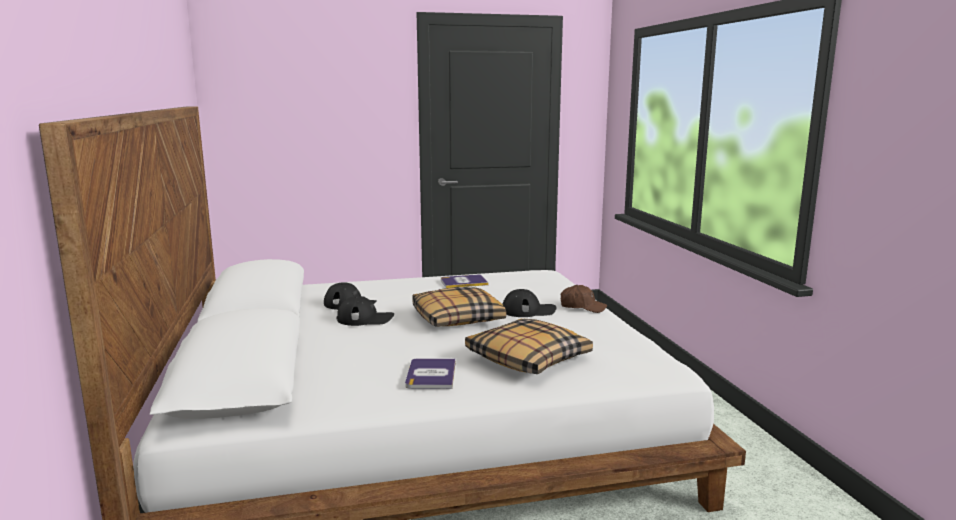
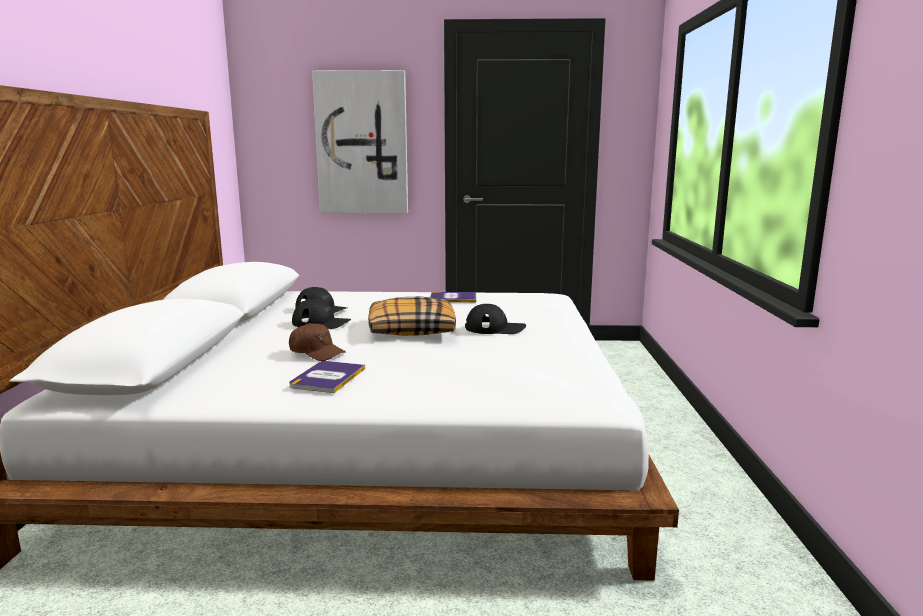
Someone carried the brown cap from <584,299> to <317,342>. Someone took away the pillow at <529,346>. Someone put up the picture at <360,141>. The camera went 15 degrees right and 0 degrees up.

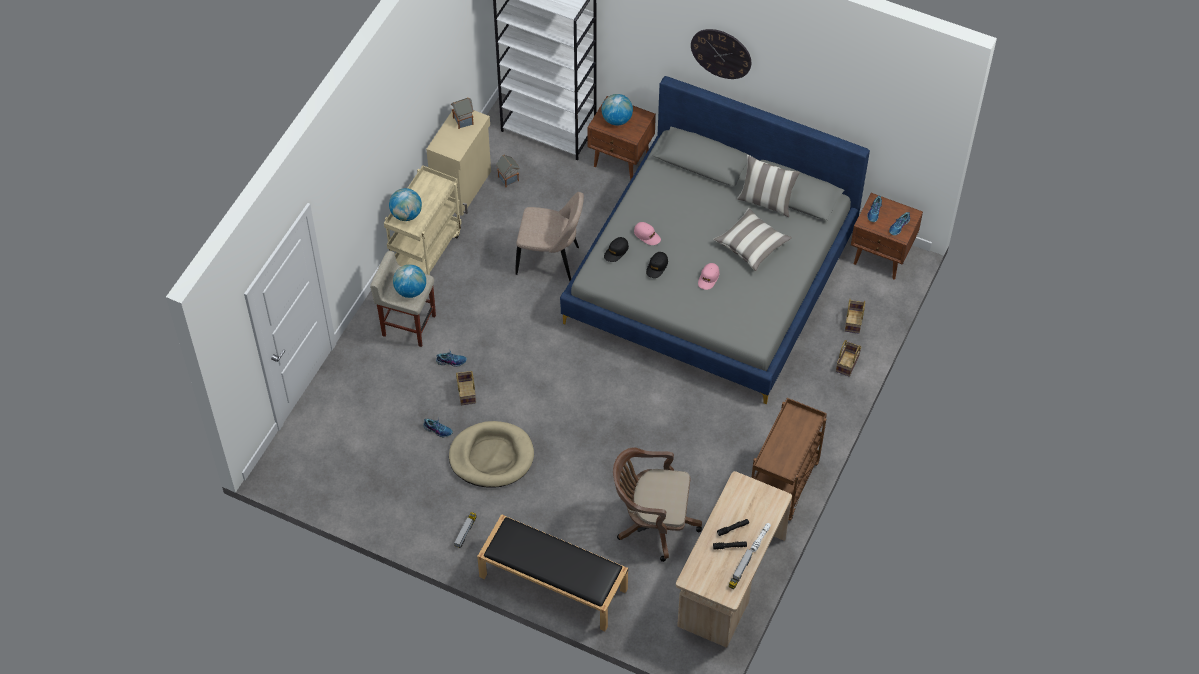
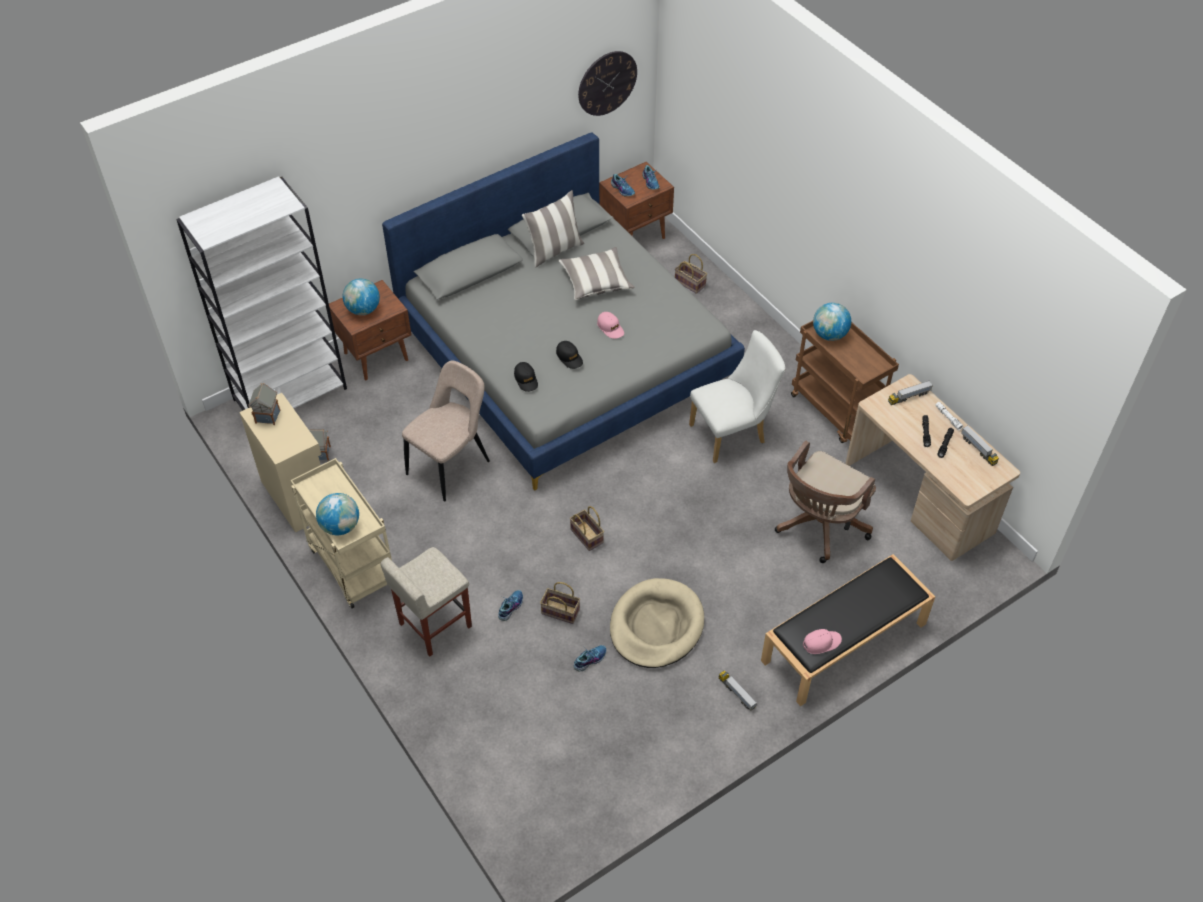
Someone carried the wall clock from <721,54> to <607,83>. Someone carried the pink cap from <647,233> to <822,641>. Someone carried the globe from <409,281> to <832,322>. Someone carried the basket from <848,358> to <587,528>. Someone put down the white chair at <737,396>. Someone put down the toy truck at <910,393>. The camera went 60 degrees left and 5 degrees down.

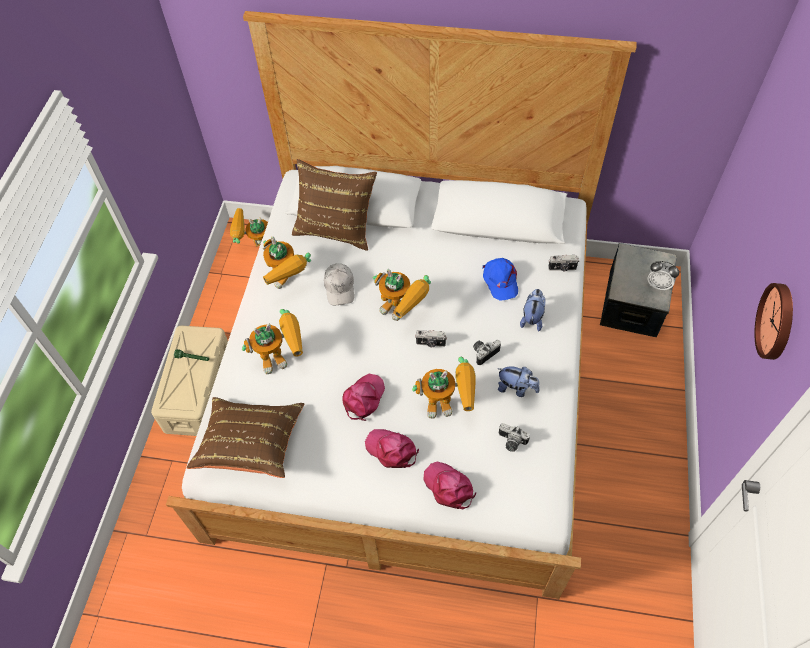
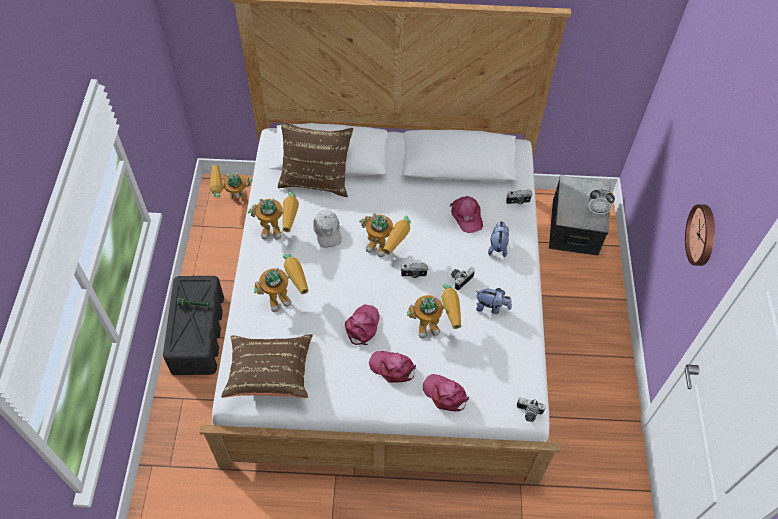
Someone rotated the toy robot at <287,262> by 45 degrees counterclockwise. Someone repainted the blue cap at <500,279>, which became the pink cap at <466,214>. Someone repainted the beige storage box at <189,381>, which became the black storage box at <193,325>. Someone carried the photo camera from <514,437> to <531,409>. The camera went 10 degrees left and 0 degrees up.

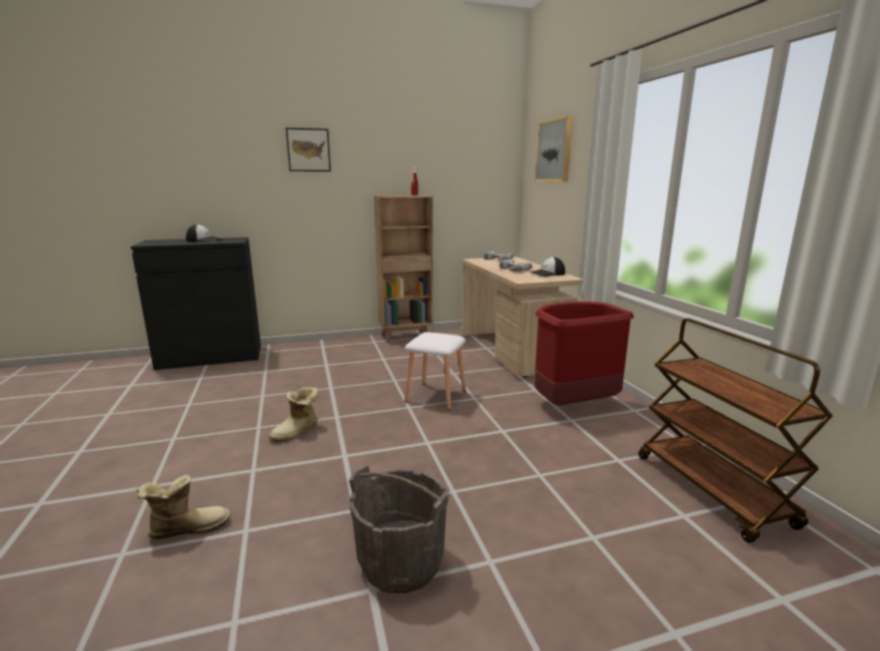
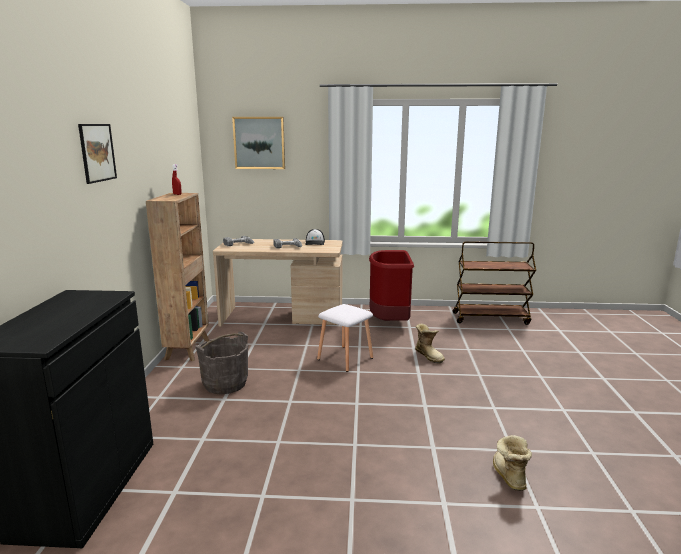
Someone took away the cap at <204,233>. Someone carried the boot from <294,414> to <430,343>. Someone carried the grey bucket from <399,529> to <221,363>. The camera went 70 degrees left and 0 degrees up.

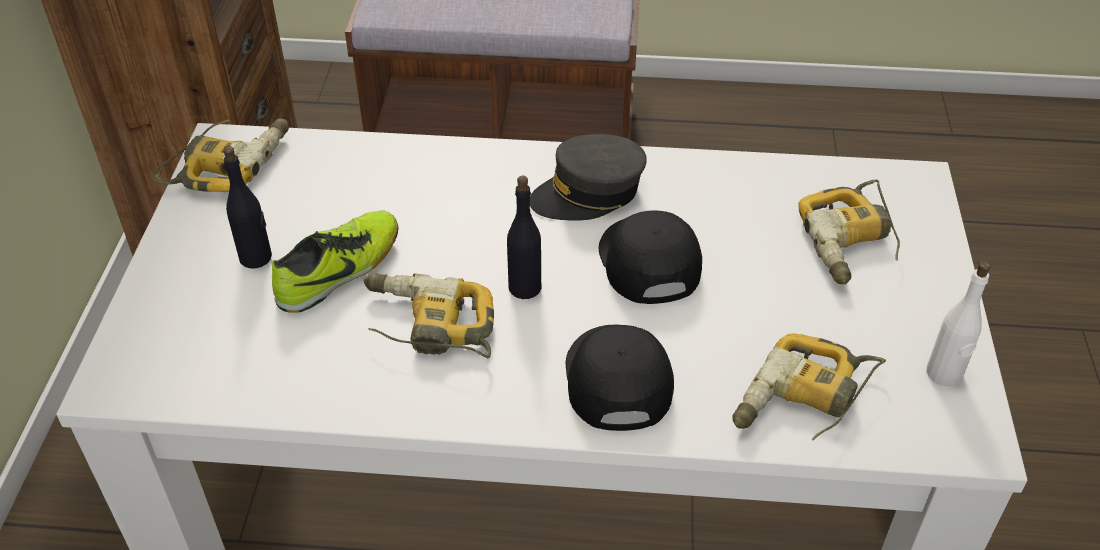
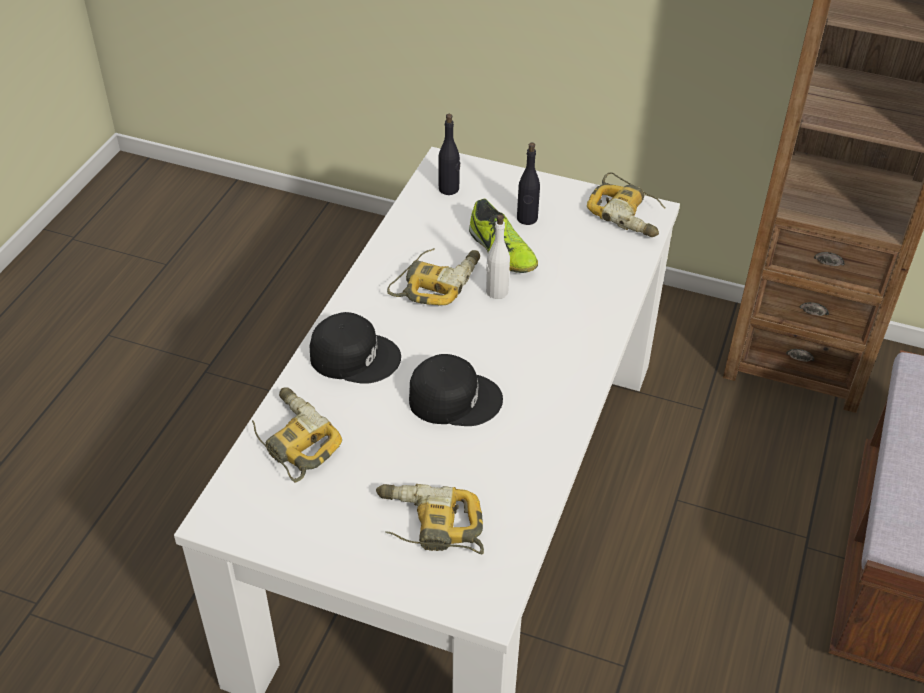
Someone took away the grey cap at <588,177>. Someone carried the black bottle from <524,237> to <449,154>. Someone carried the white bottle from <958,323> to <498,256>. The camera went 105 degrees right and 0 degrees up.

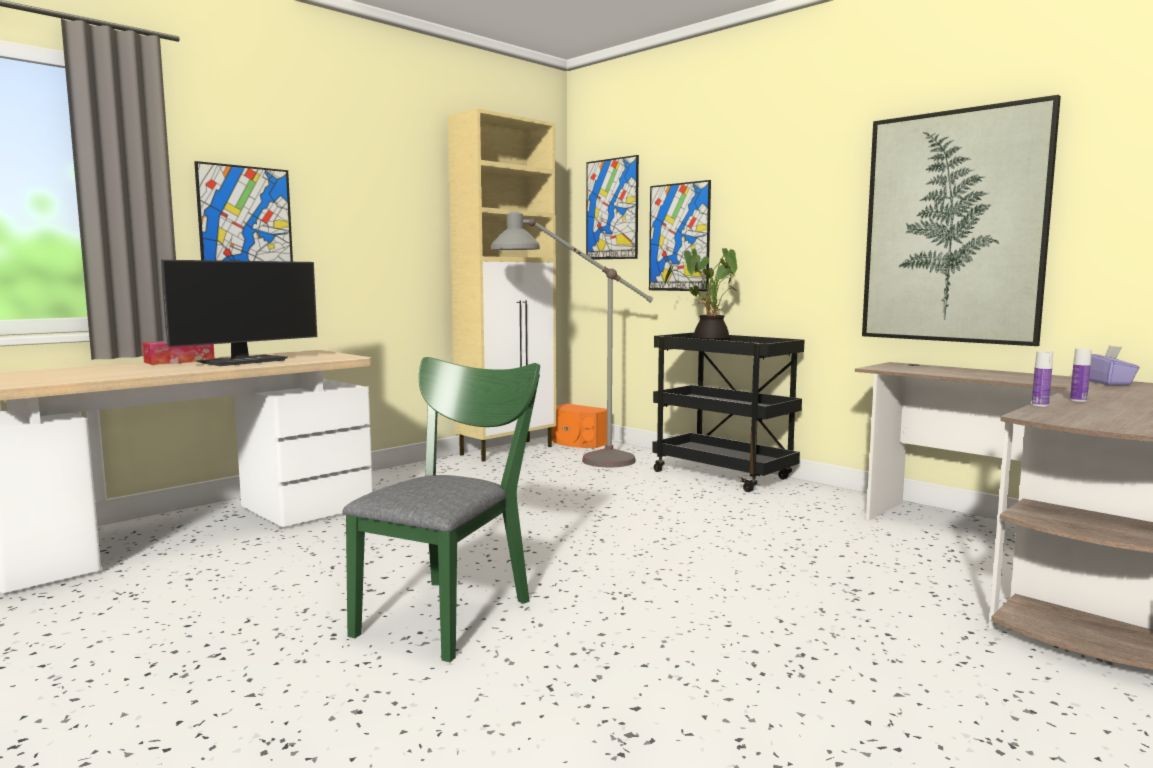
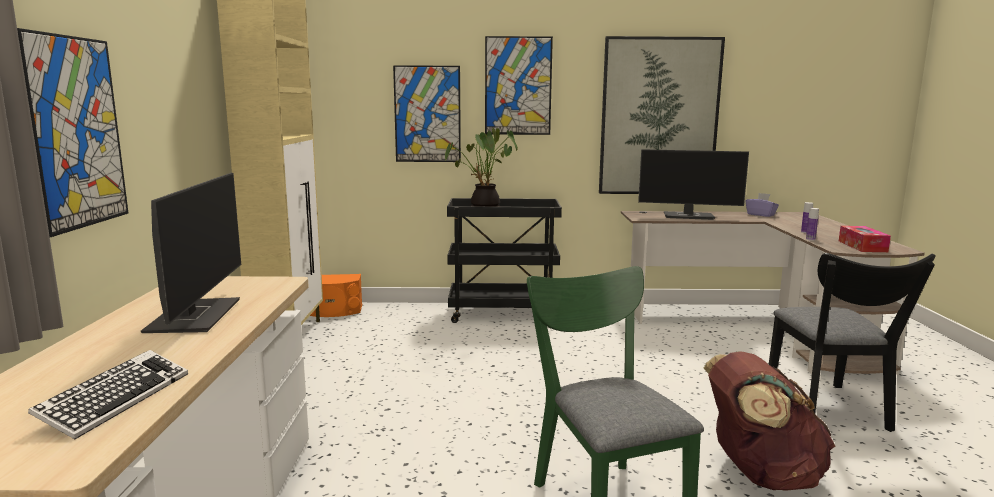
Someone carried the picture from <612,207> to <519,85>. Someone took away the grey floor lamp at <572,339>. Someone carried the tissue box from <178,353> to <865,239>. Someone put down the monitor at <693,184>. Someone put down the black chair at <852,342>. Someone put down the keyboard at <108,394>. Someone put down the brown backpack at <769,421>. The camera went 45 degrees left and 5 degrees up.

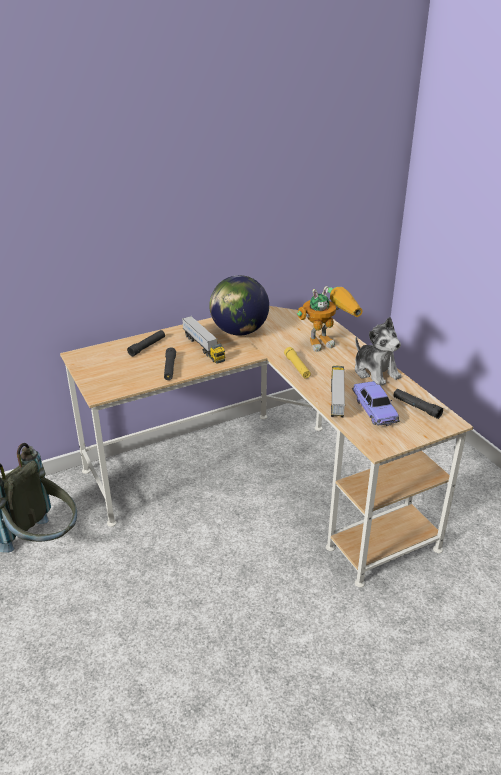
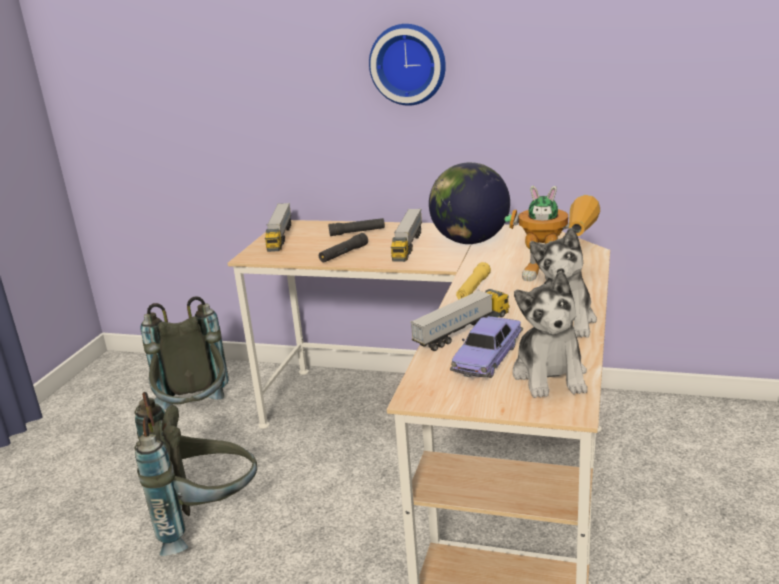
Someone swapped the black flashlight at <418,404> for the plush toy at <550,334>. Someone put up the wall clock at <407,65>. Someone put down the toy truck at <278,227>. Someone put down the grey backpack at <195,474>. The camera went 45 degrees right and 10 degrees down.

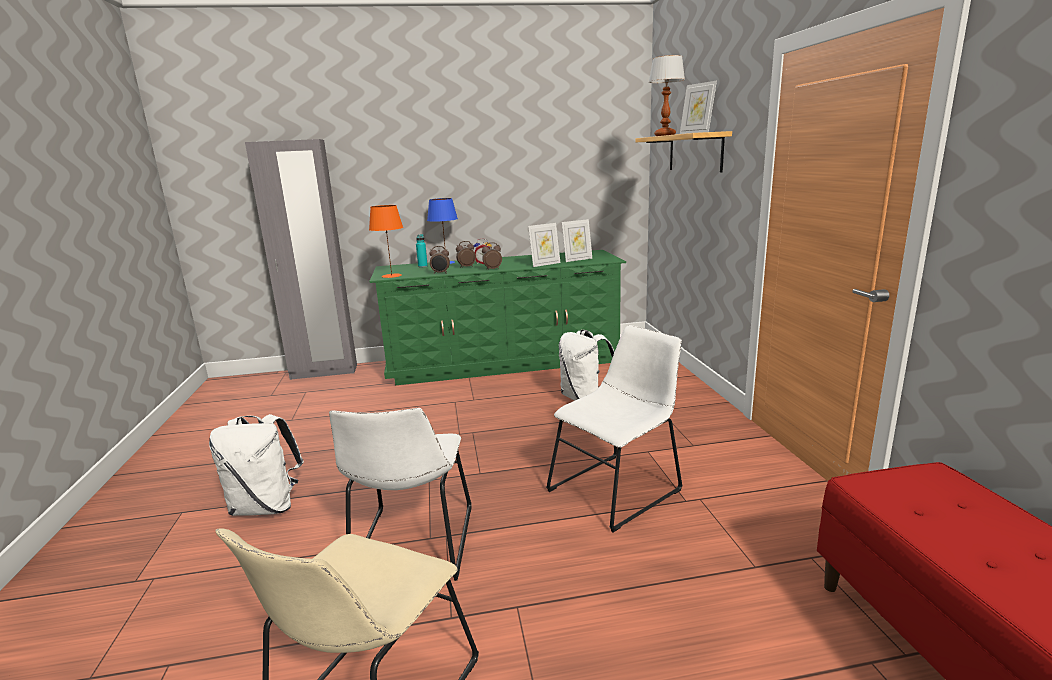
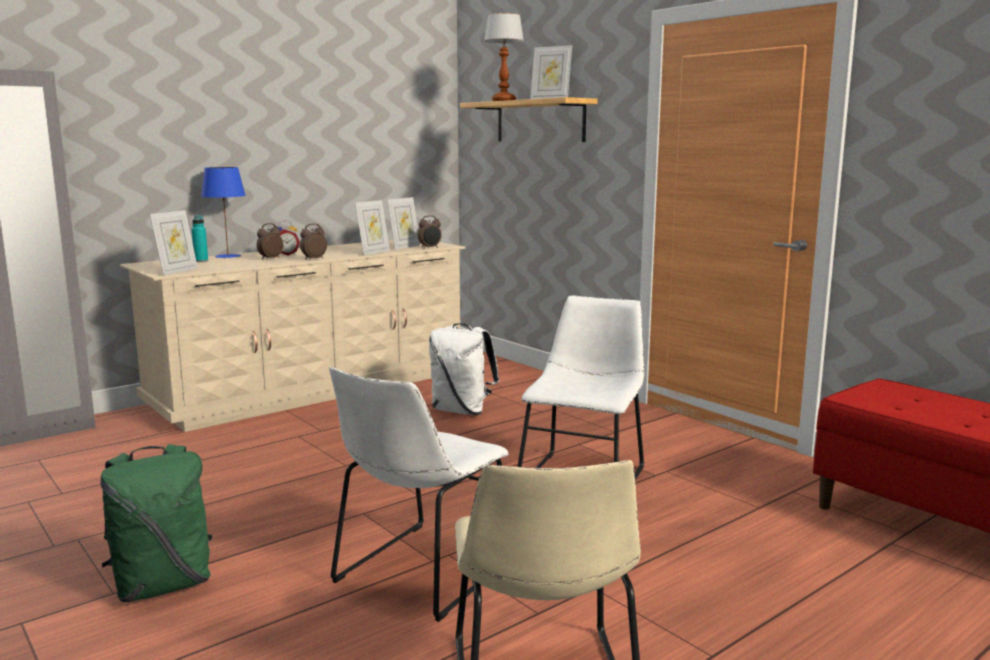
Someone swapped the orange table lamp at <386,241> for the picture frame at <174,242>. Someone carried the alarm clock from <440,260> to <429,232>. Someone repainted the green dresser at <497,318>, which became the beige dresser at <292,336>. Someone rotated the white chair at <400,494> by 60 degrees clockwise. Someone repainted the white backpack at <256,465>, which became the green backpack at <156,523>. The camera went 30 degrees left and 5 degrees down.

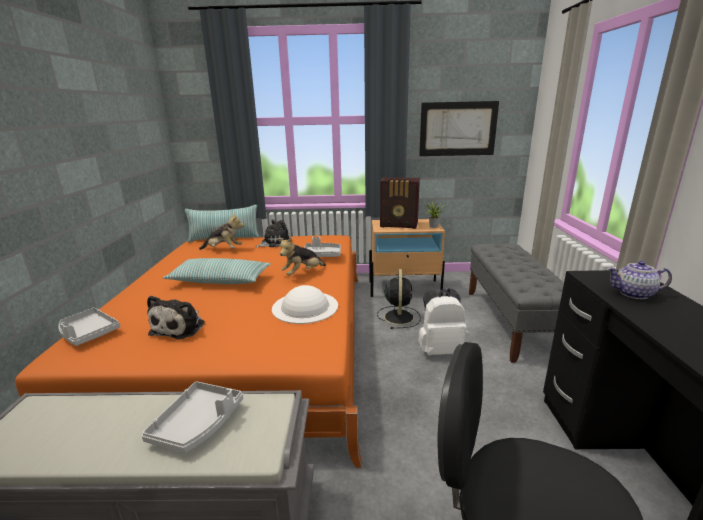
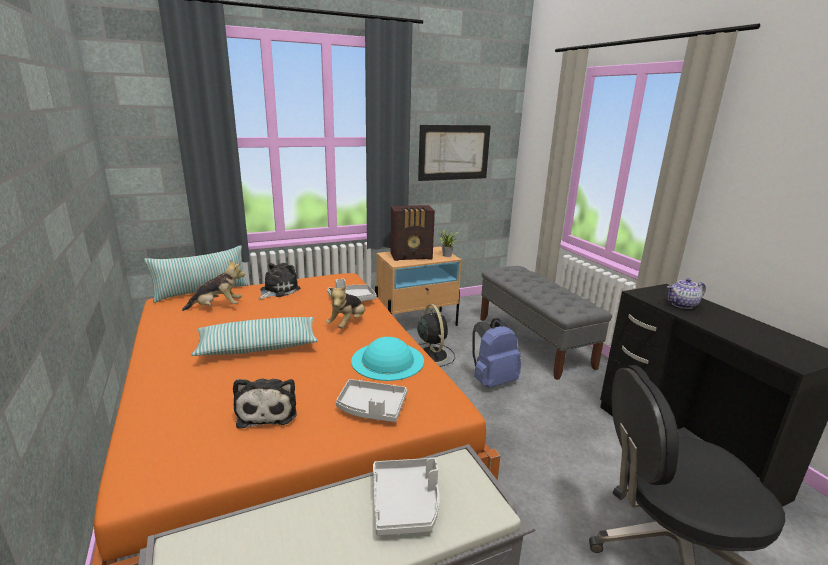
Someone repainted the white hat at <305,304>, which became the turquoise hat at <387,359>. Someone repainted the white backpack at <444,321>, which became the blue backpack at <496,353>. Someone carried the grey tray from <89,326> to <371,400>. The camera went 25 degrees left and 0 degrees up.

